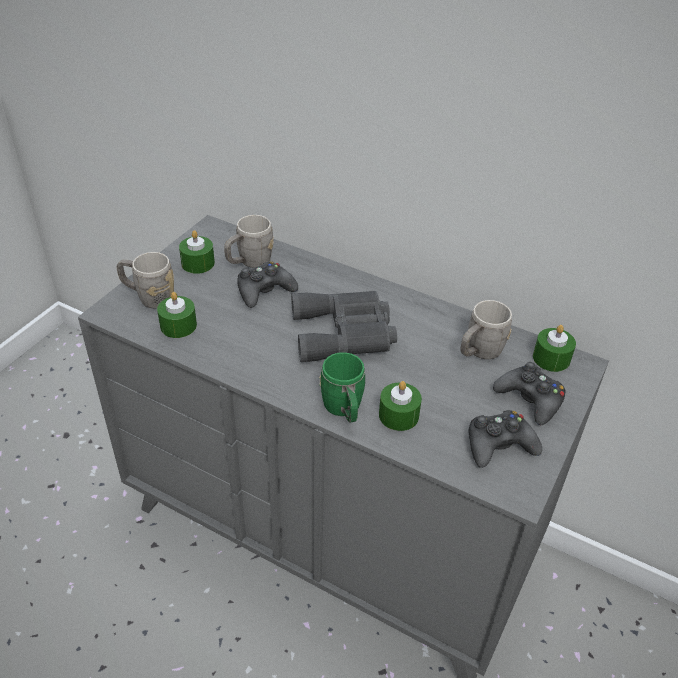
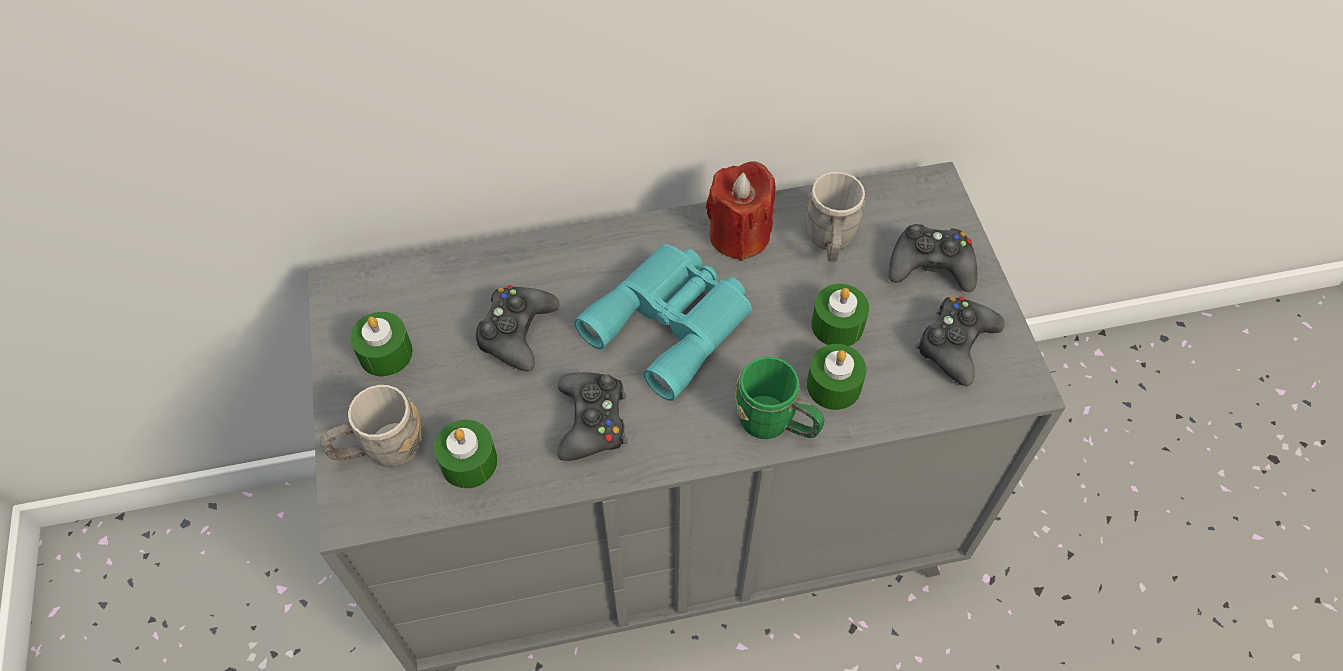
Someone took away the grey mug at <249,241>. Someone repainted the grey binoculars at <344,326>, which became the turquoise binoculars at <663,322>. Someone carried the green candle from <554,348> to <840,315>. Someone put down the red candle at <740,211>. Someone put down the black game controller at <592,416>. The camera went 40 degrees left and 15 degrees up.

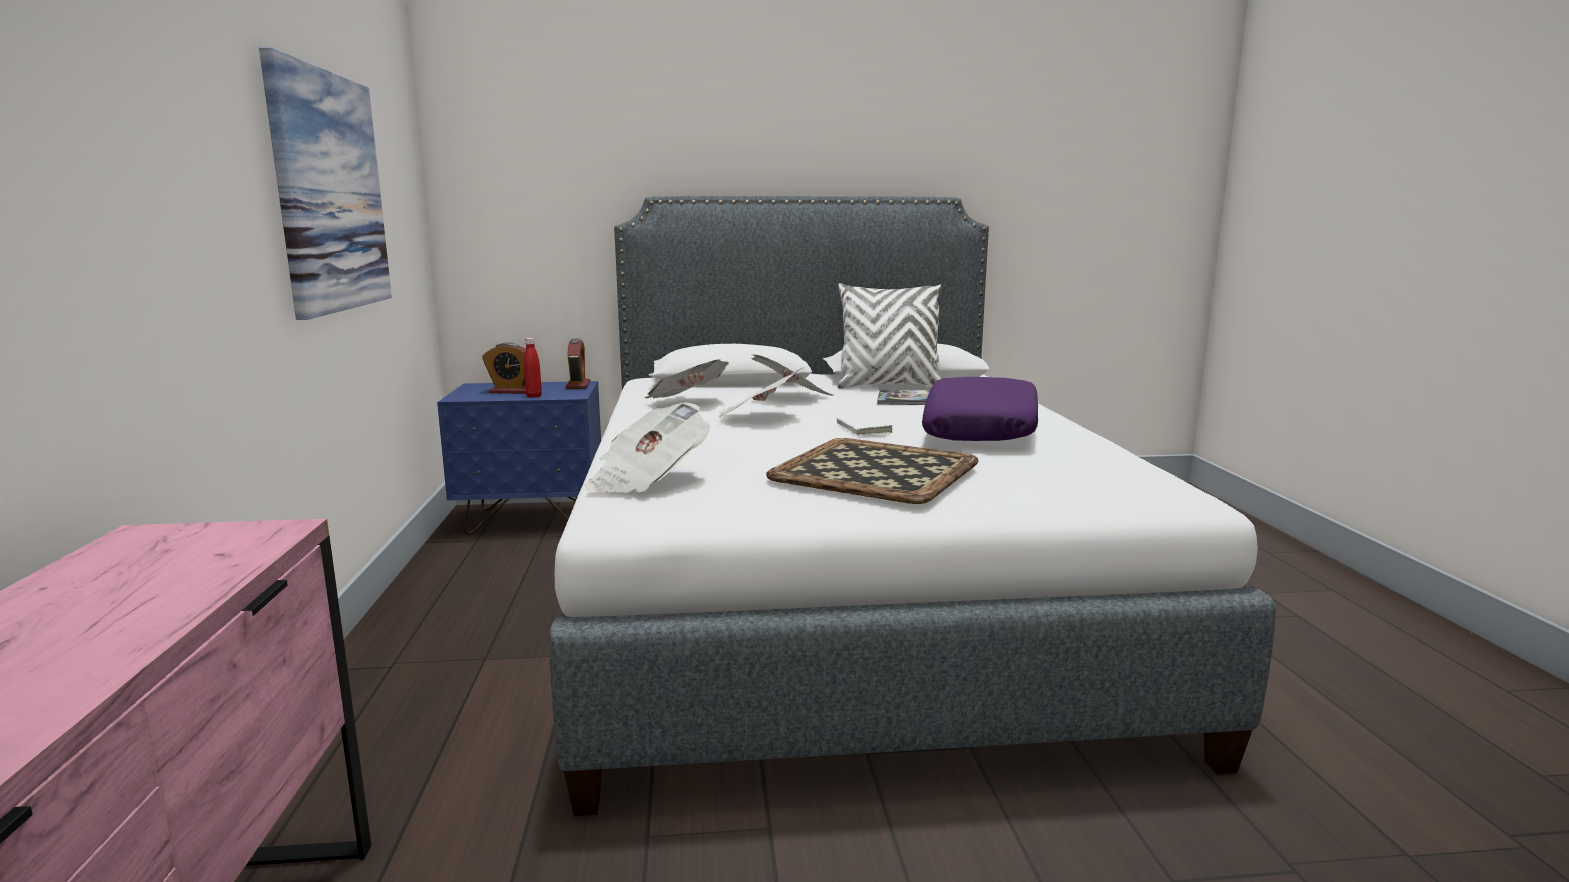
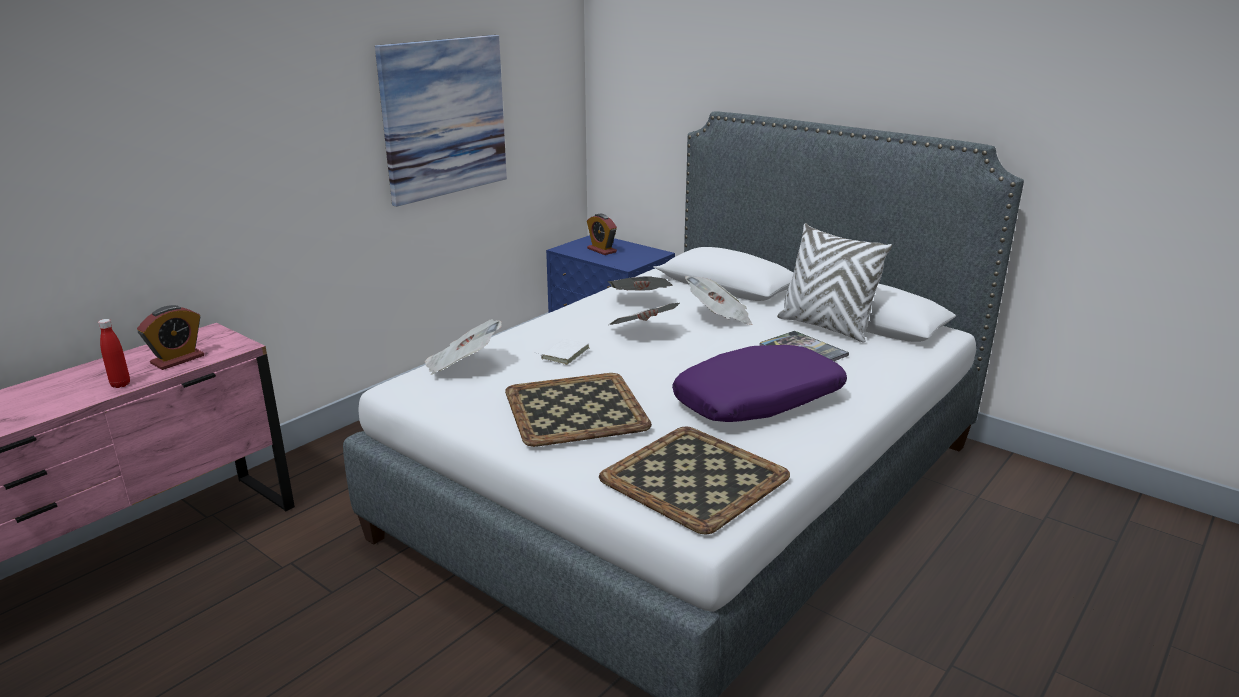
Someone carried the red bottle from <533,368> to <114,353>. Someone carried the alarm clock from <578,363> to <170,337>. Someone carried the white book from <865,424> to <563,352>. Someone put down the tray at <694,480>. The camera went 45 degrees right and 10 degrees up.

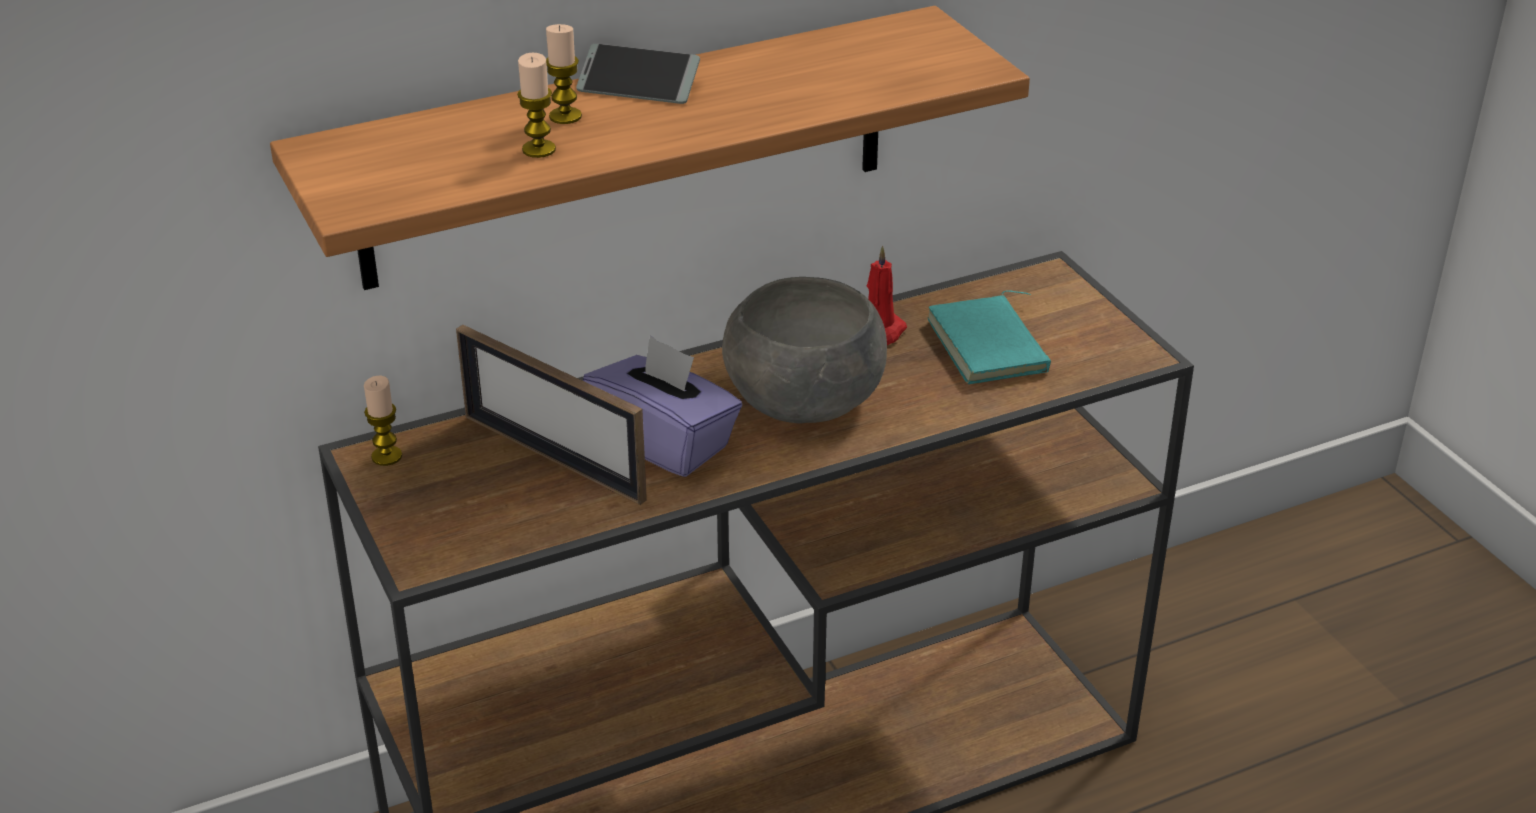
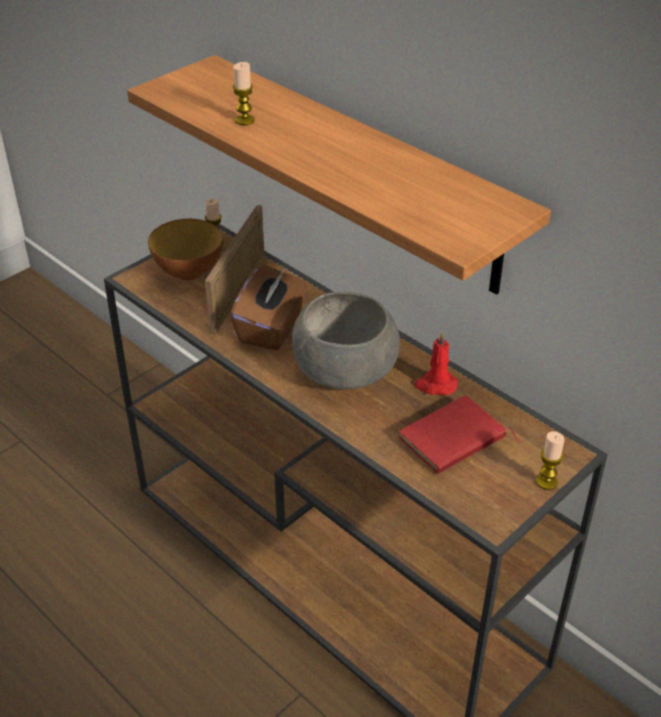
Someone carried the candle from <564,74> to <550,460>. Someone took away the phone at <638,74>. Someone repainted the turquoise book at <989,337>, which became the red book at <459,434>. Someone repainted the purple tissue box at <662,406>, which became the brown tissue box at <269,307>. Someone put down the bowl at <185,249>. The camera went 70 degrees right and 5 degrees up.

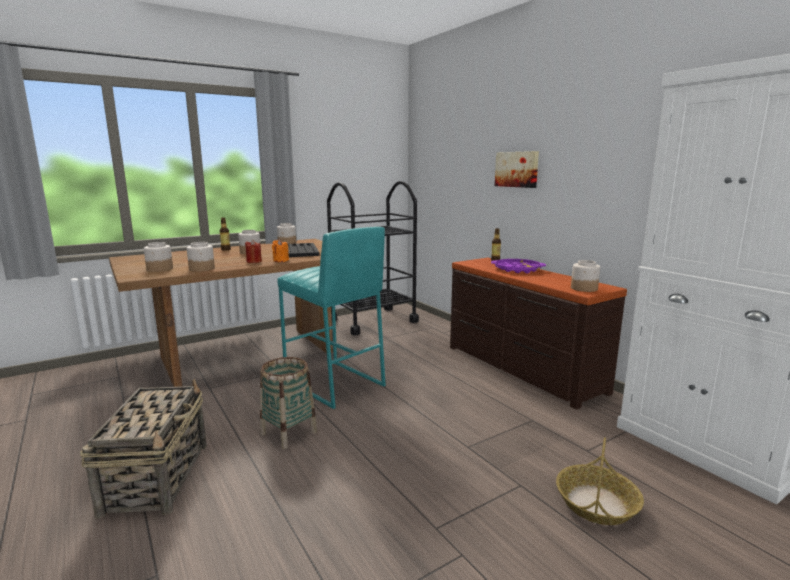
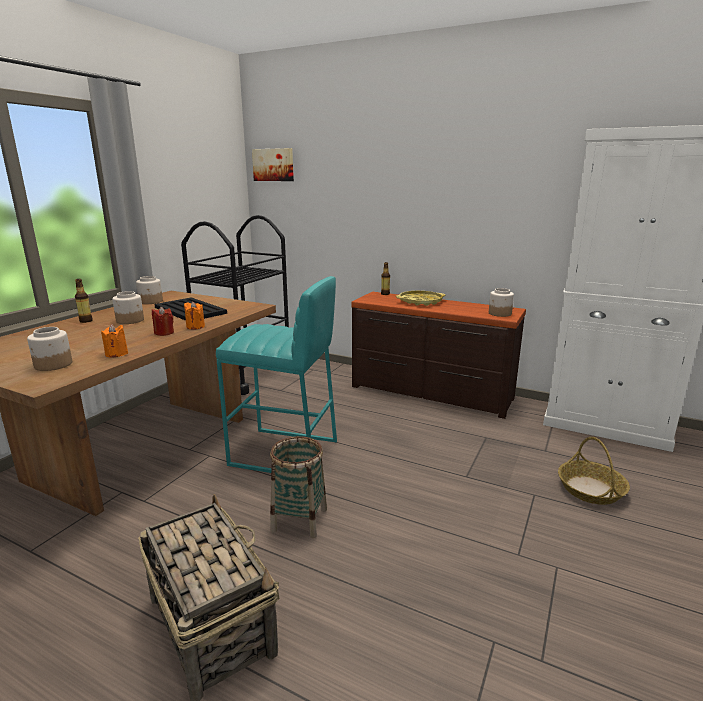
Someone carried the picture from <517,169> to <273,164>. Someone swapped the jar at <201,257> for the orange candle at <114,341>. Someone repainted the purple tray at <518,266>, which became the yellow tray at <420,298>. The camera went 30 degrees left and 5 degrees up.

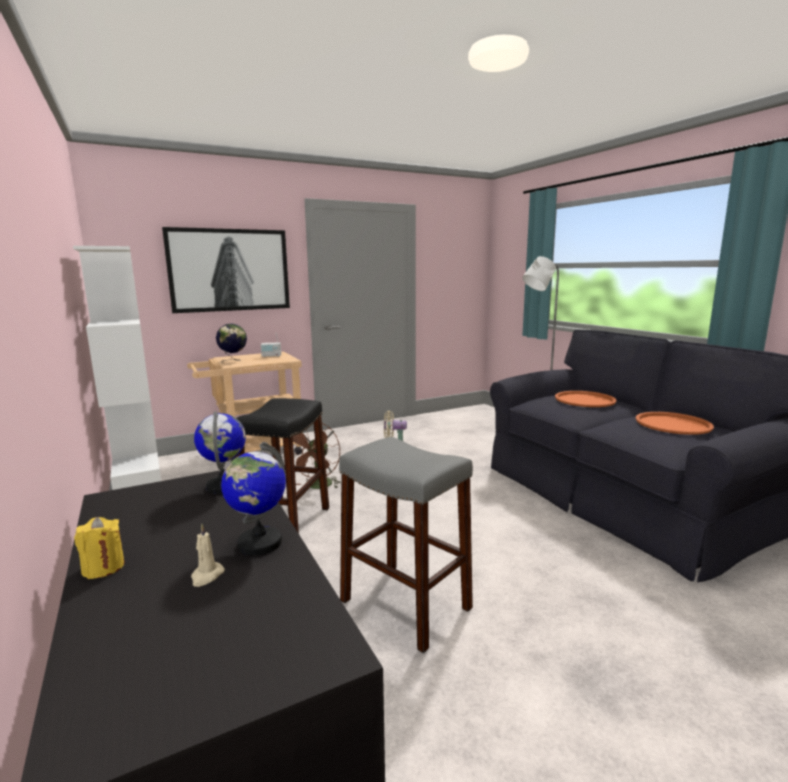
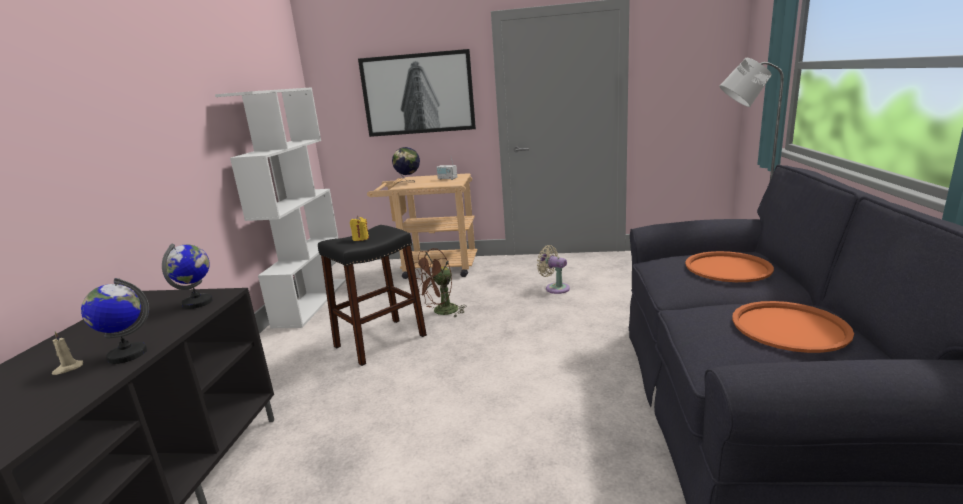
Someone took away the grey stool at <406,545>. Someone carried the yellow candle from <99,548> to <359,228>. The camera went 35 degrees right and 5 degrees up.

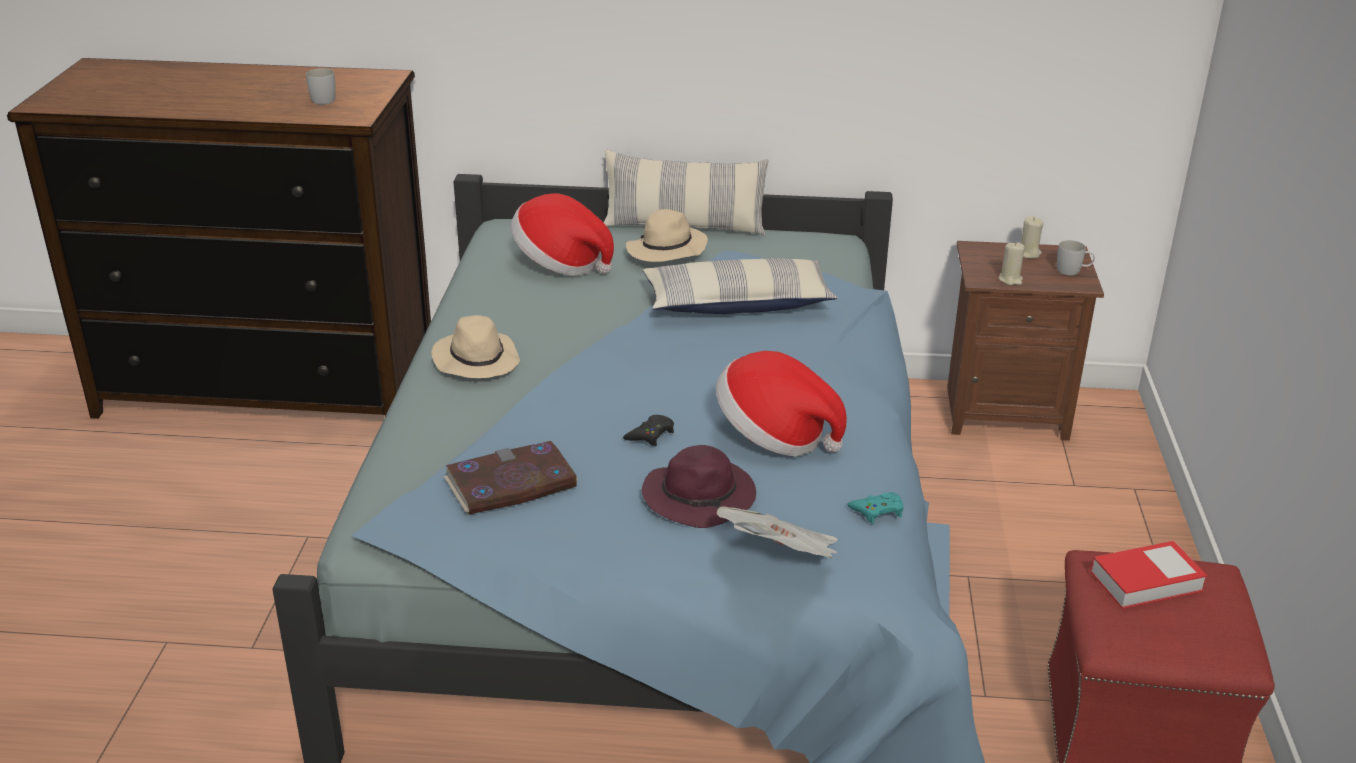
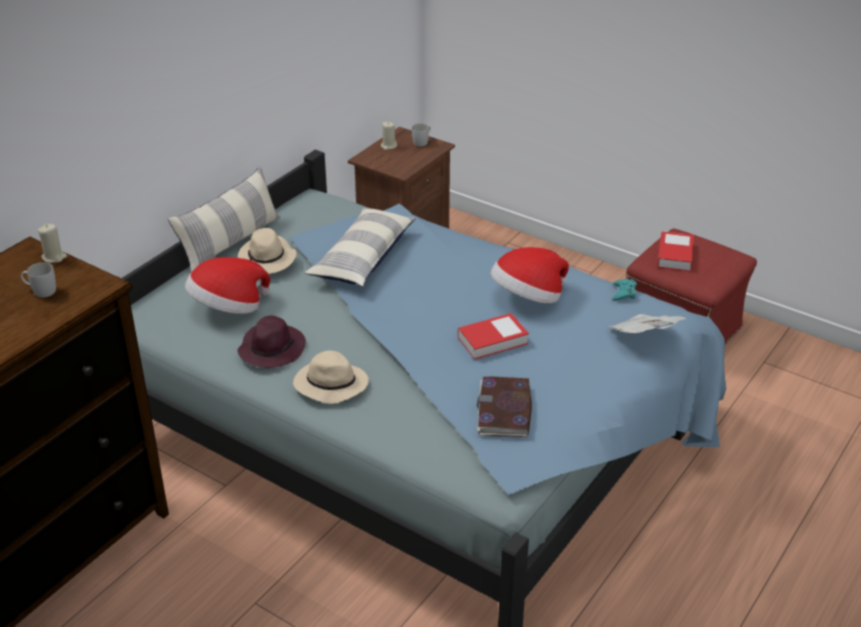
Someone carried the beige candle from <1012,263> to <52,243>. Someone swapped the black game controller at <648,430> for the book at <493,336>. Someone carried the purple hat from <699,486> to <271,342>. The camera went 60 degrees left and 5 degrees up.

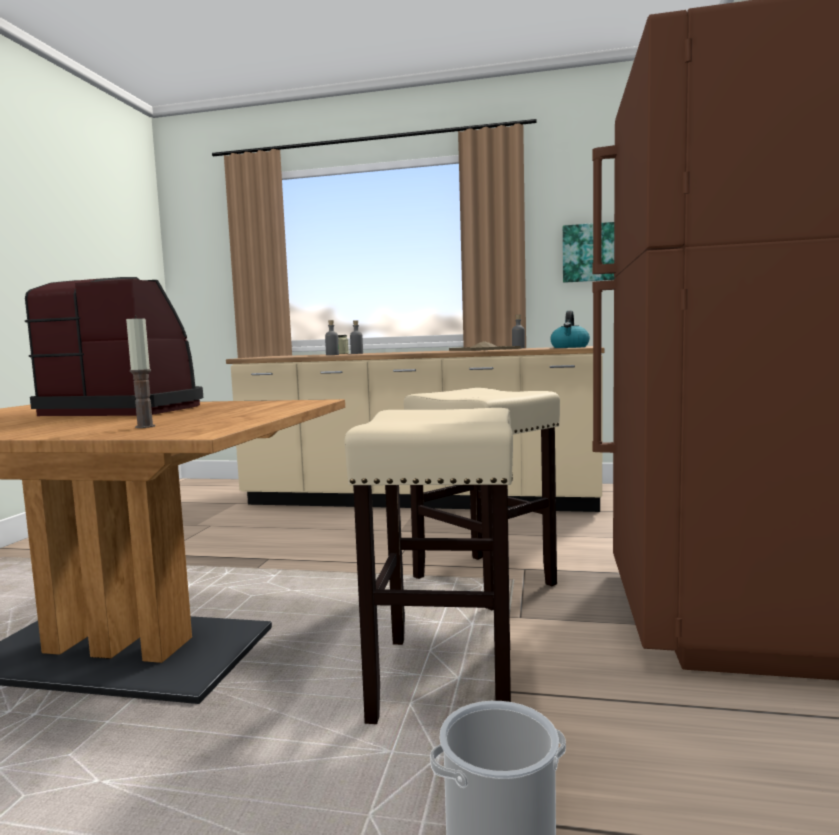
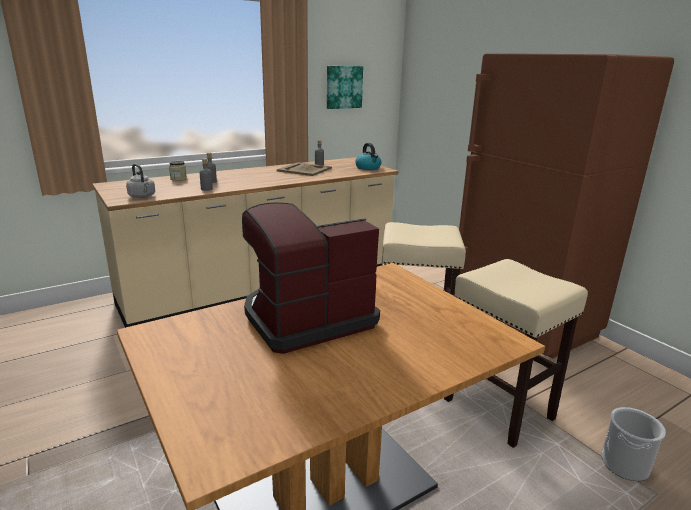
Someone took away the candle at <140,371>. Someone put down the grey kettle at <140,181>. The camera went 45 degrees left and 15 degrees up.

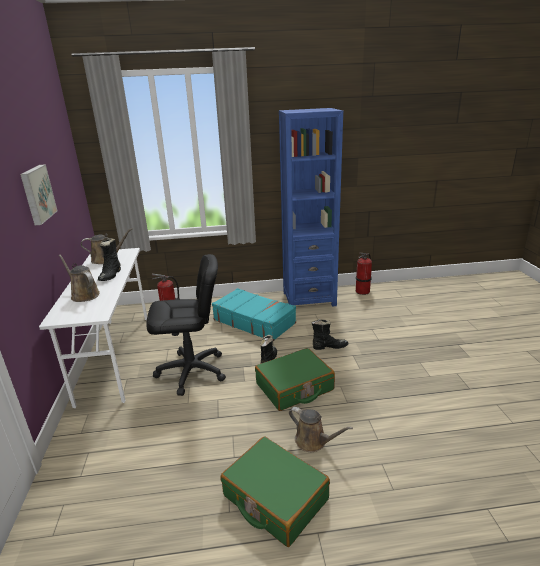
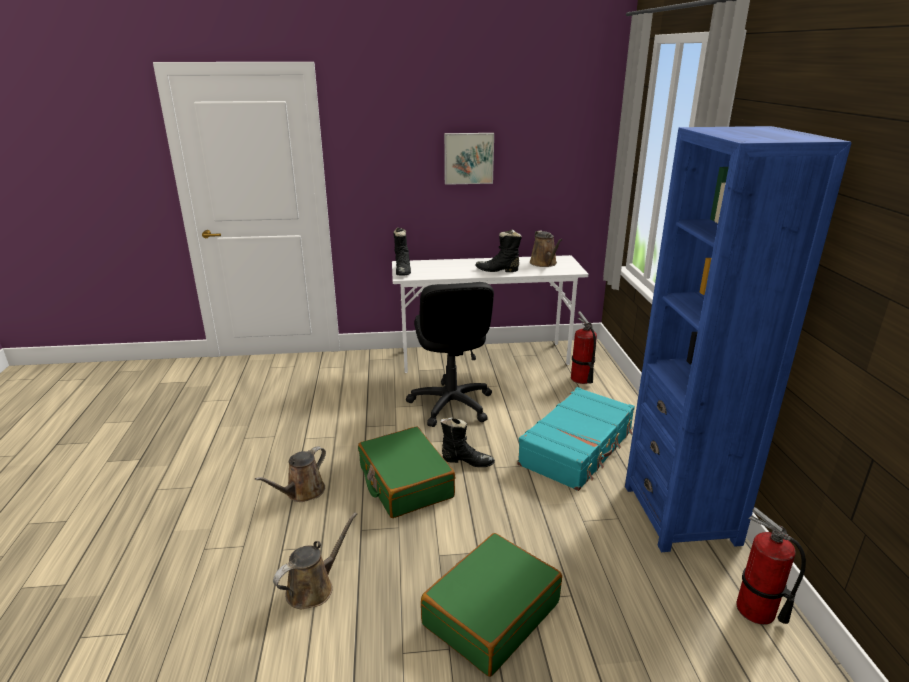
Someone carried the brown watering can from <79,278> to <315,560>. Someone carried the black boot from <330,334> to <402,251>. Someone carried the green suitcase from <275,491> to <491,605>. The camera went 90 degrees right and 0 degrees up.

